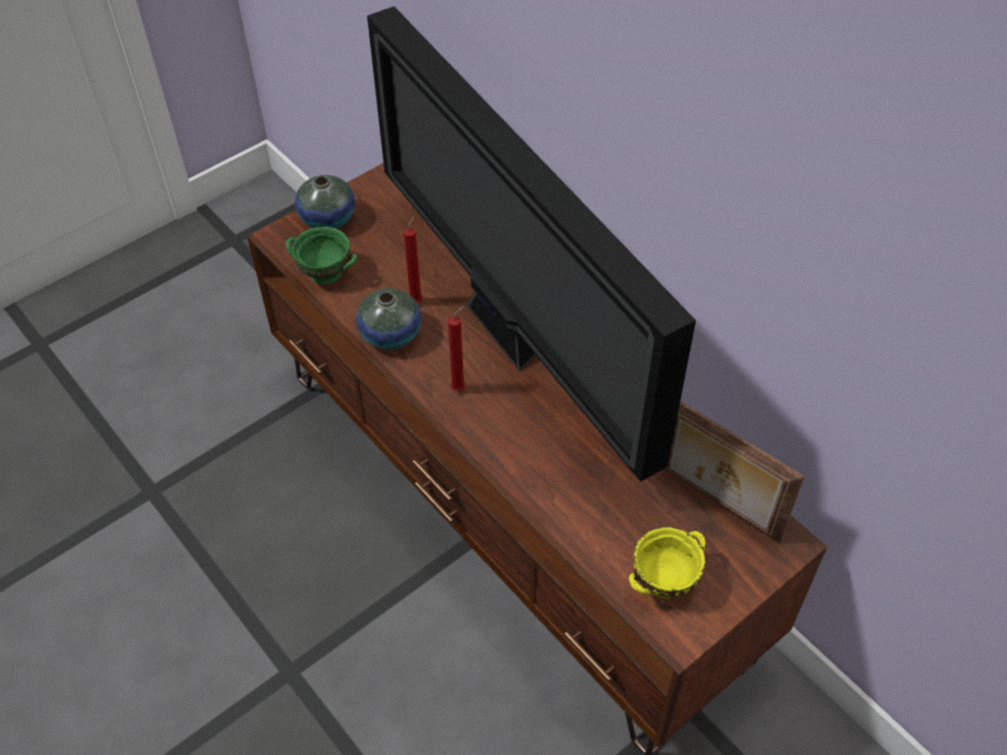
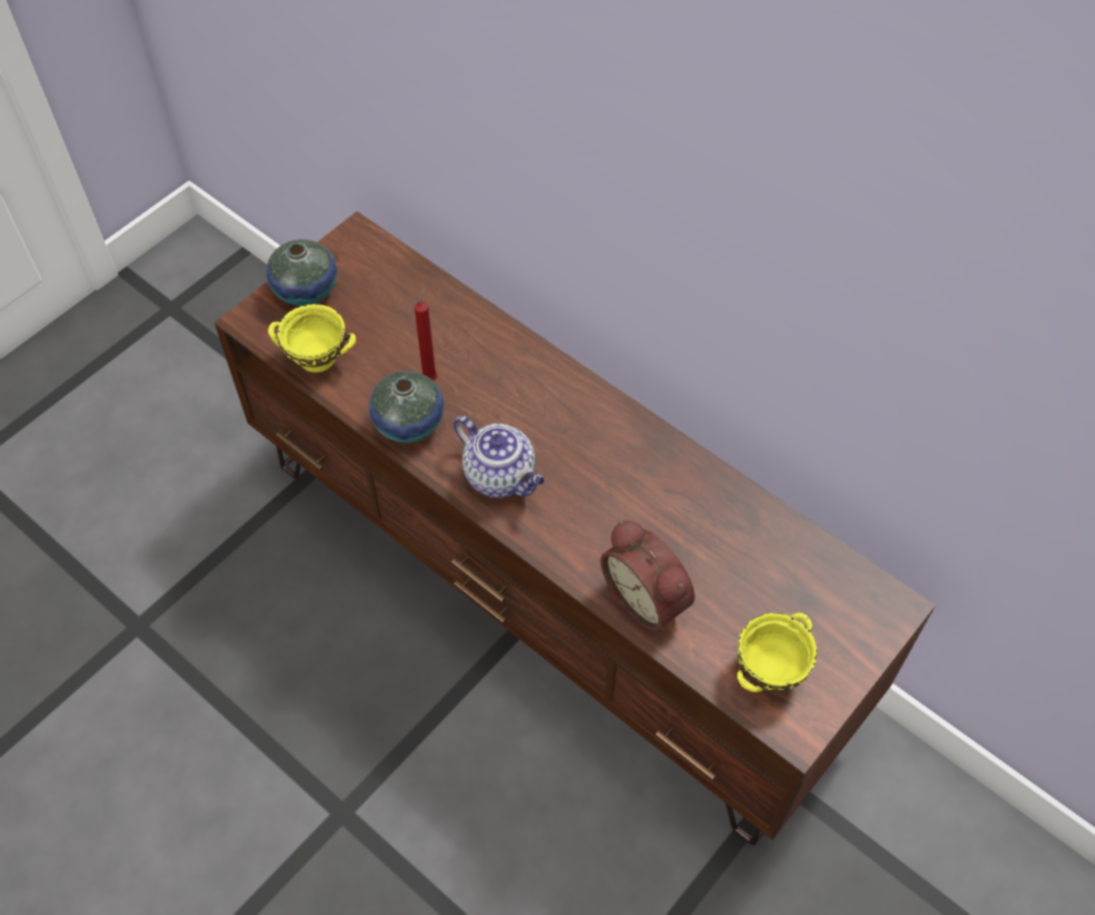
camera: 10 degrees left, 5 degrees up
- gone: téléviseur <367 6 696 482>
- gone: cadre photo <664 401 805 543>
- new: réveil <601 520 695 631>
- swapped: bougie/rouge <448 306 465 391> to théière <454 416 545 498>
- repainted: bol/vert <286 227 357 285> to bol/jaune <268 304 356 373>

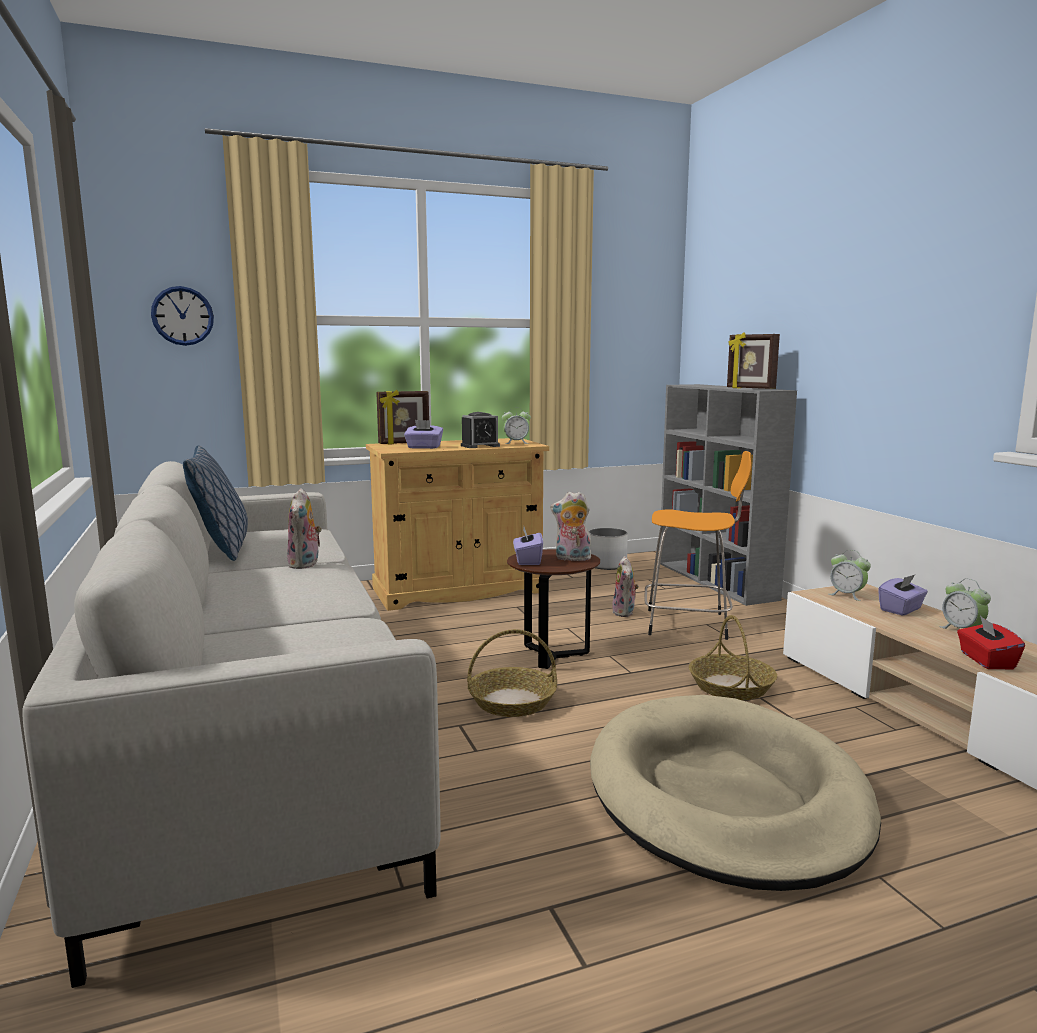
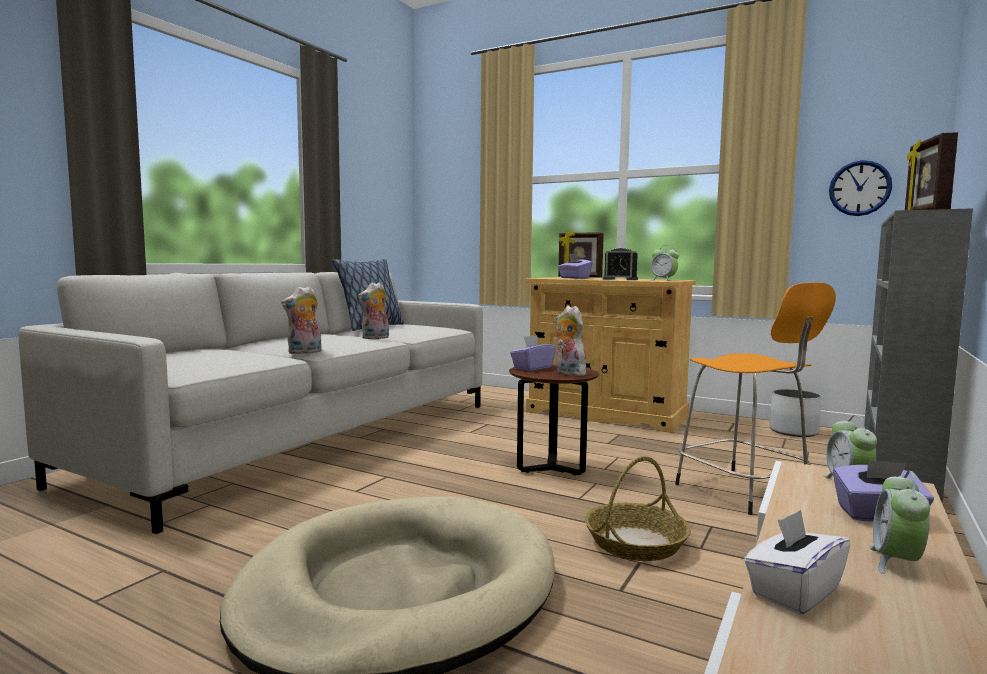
camera: 50 degrees right, 5 degrees down
- gone: panier <467 629 557 717>
- shifted: horloge murale <151 286 214 346> to <829 160 892 216>
- shifted: peluche <612 556 639 617> to <281 286 322 354>
- repainted: boîte à mouchoirs/rouge <957 616 1025 669> to boîte à mouchoirs/blanc <744 510 850 615>

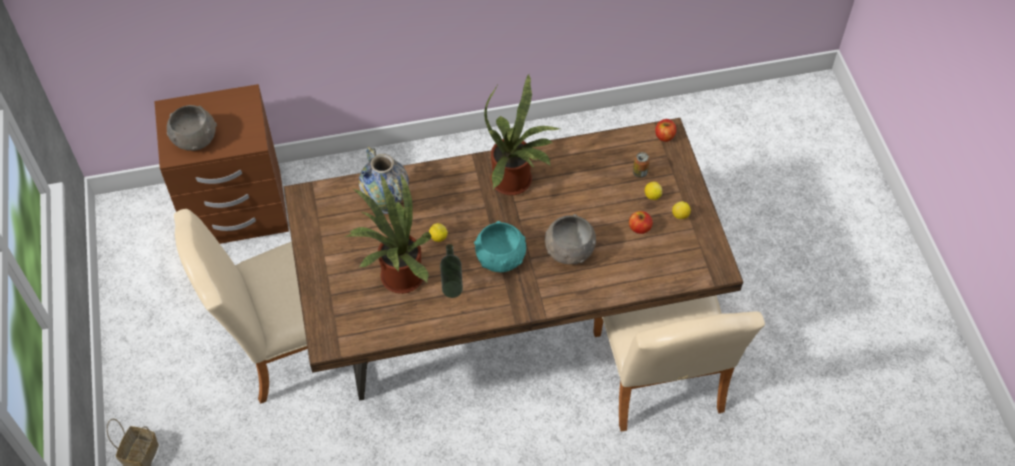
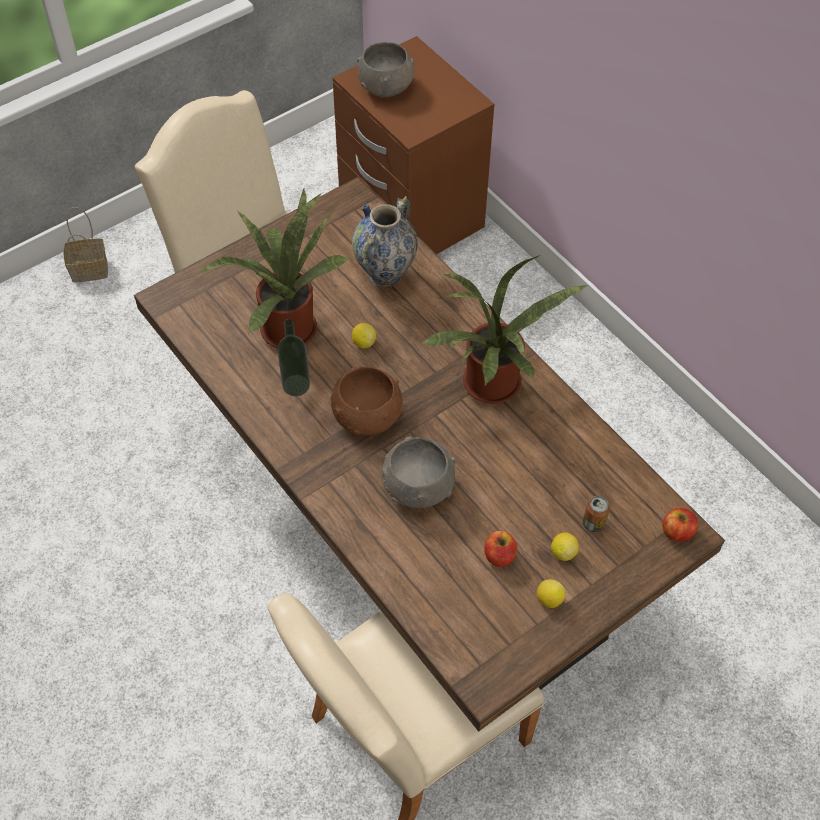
camera: 65 degrees right, 0 degrees up
- repainted: bol/turquoise <474 221 526 272> to bol/marron <331 367 404 436>

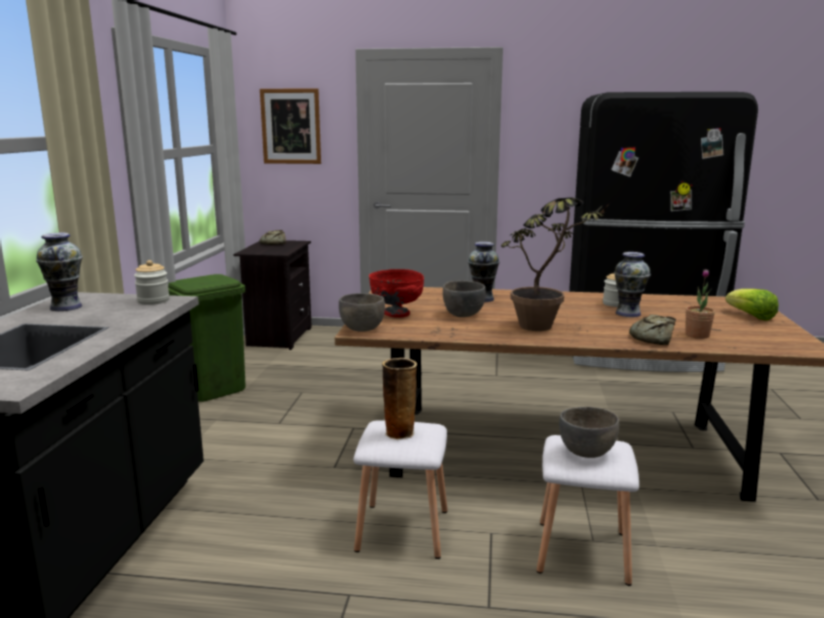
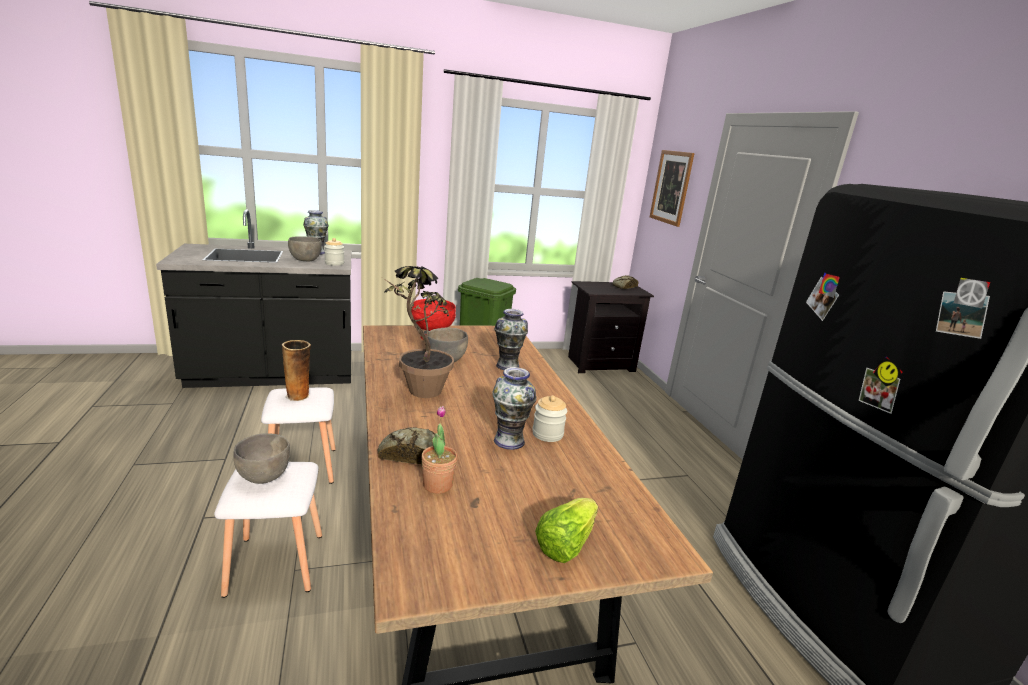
camera: 65 degrees right, 5 degrees up
- shifted: bol/gris <339 293 385 332> to <288 236 322 261>

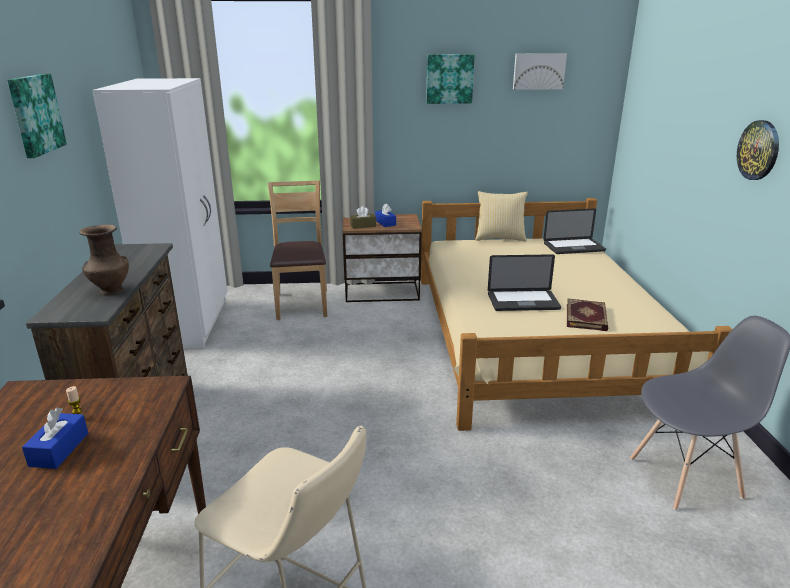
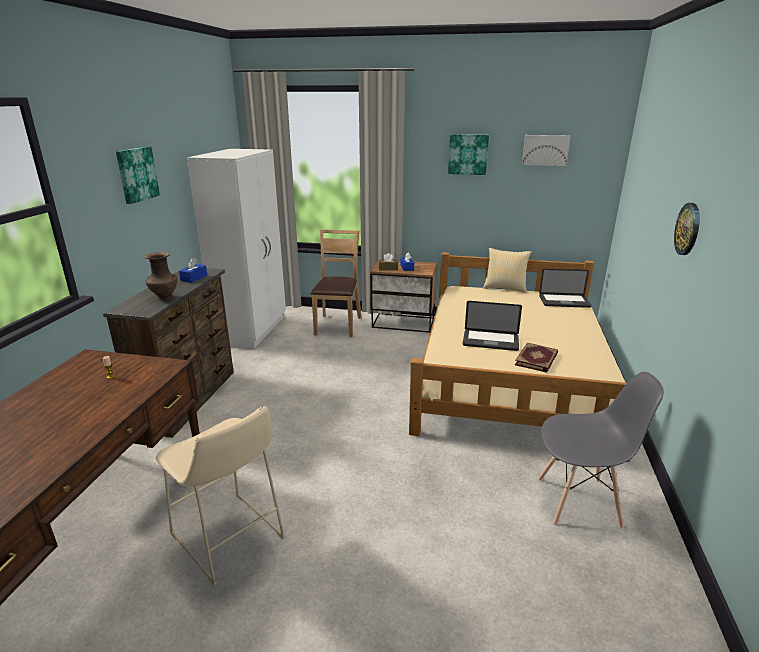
camera: 15 degrees right, 0 degrees up
- shifted: boîte à mouchoirs/bleu <22 407 88 469> to <179 258 207 283>

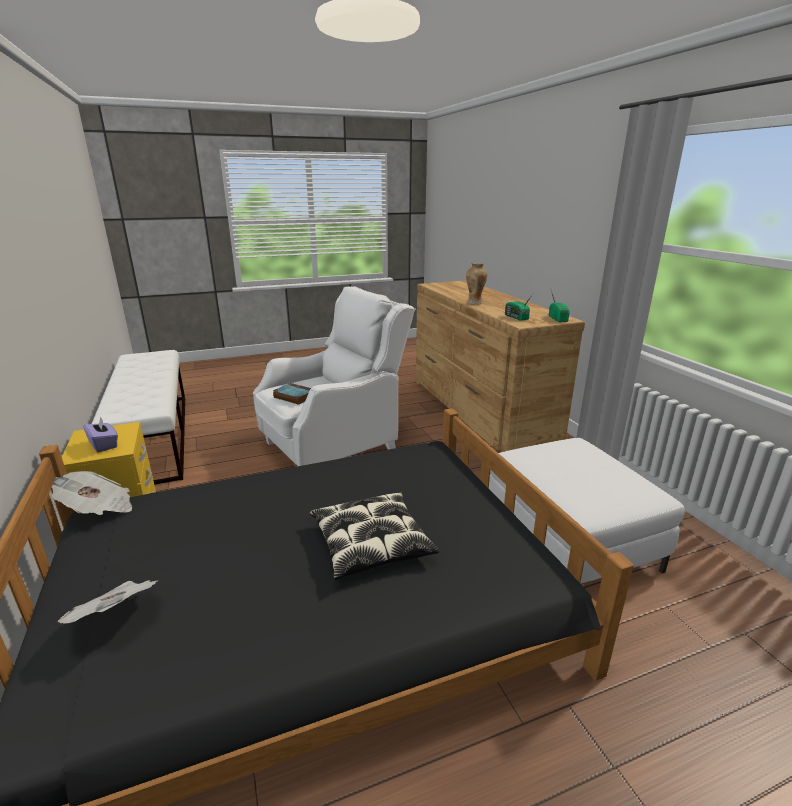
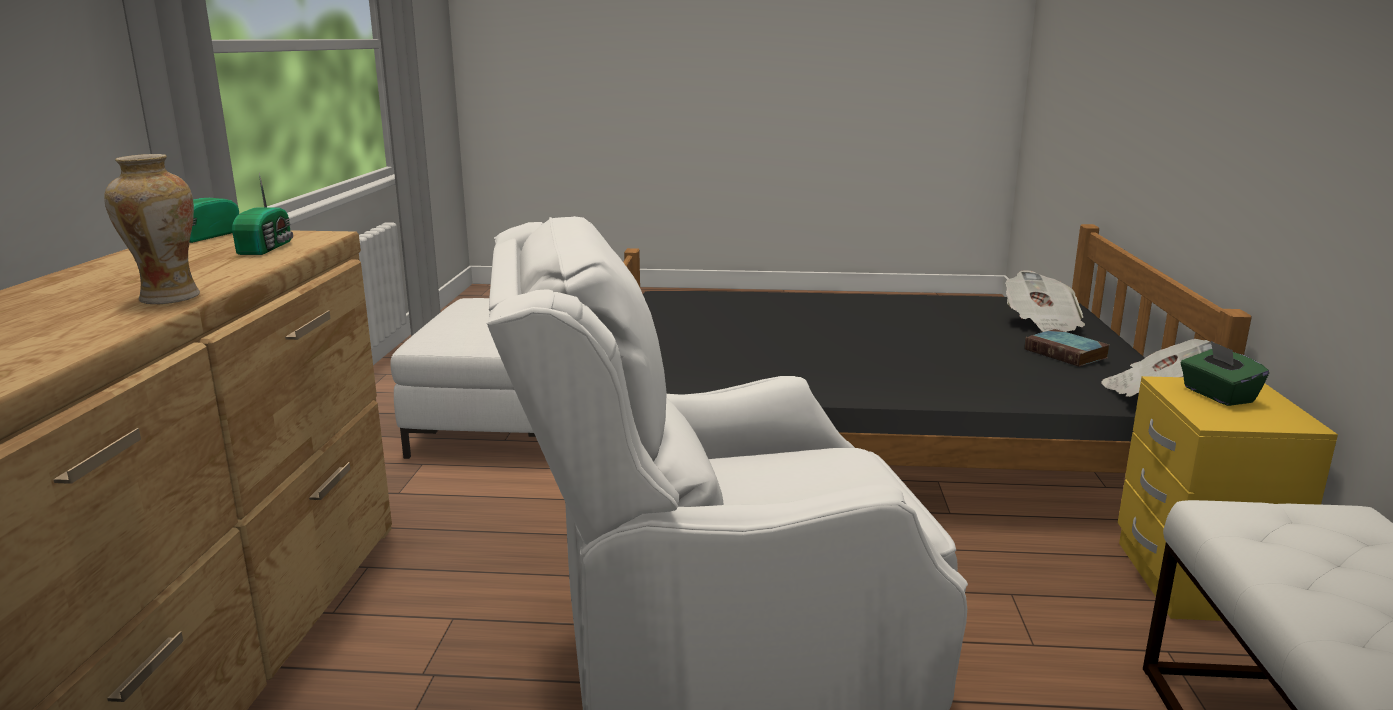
camera: 155 degrees left, 5 degrees down
- gone: coussin <310 492 439 580>
- shifted: livre <273 383 311 405> to <1024 329 1109 367>
- repainted: boîte à mouchoirs/violet <83 416 118 453> to boîte à mouchoirs/vert <1181 341 1269 406>

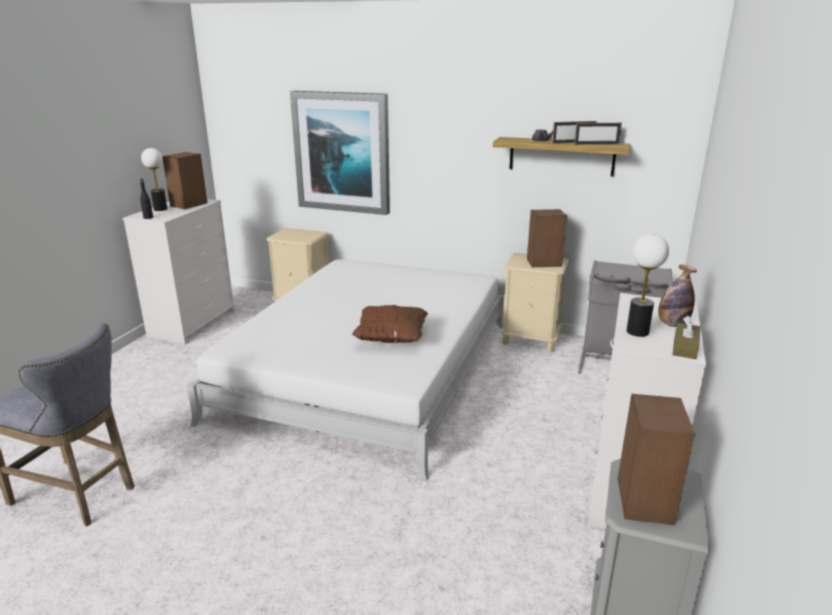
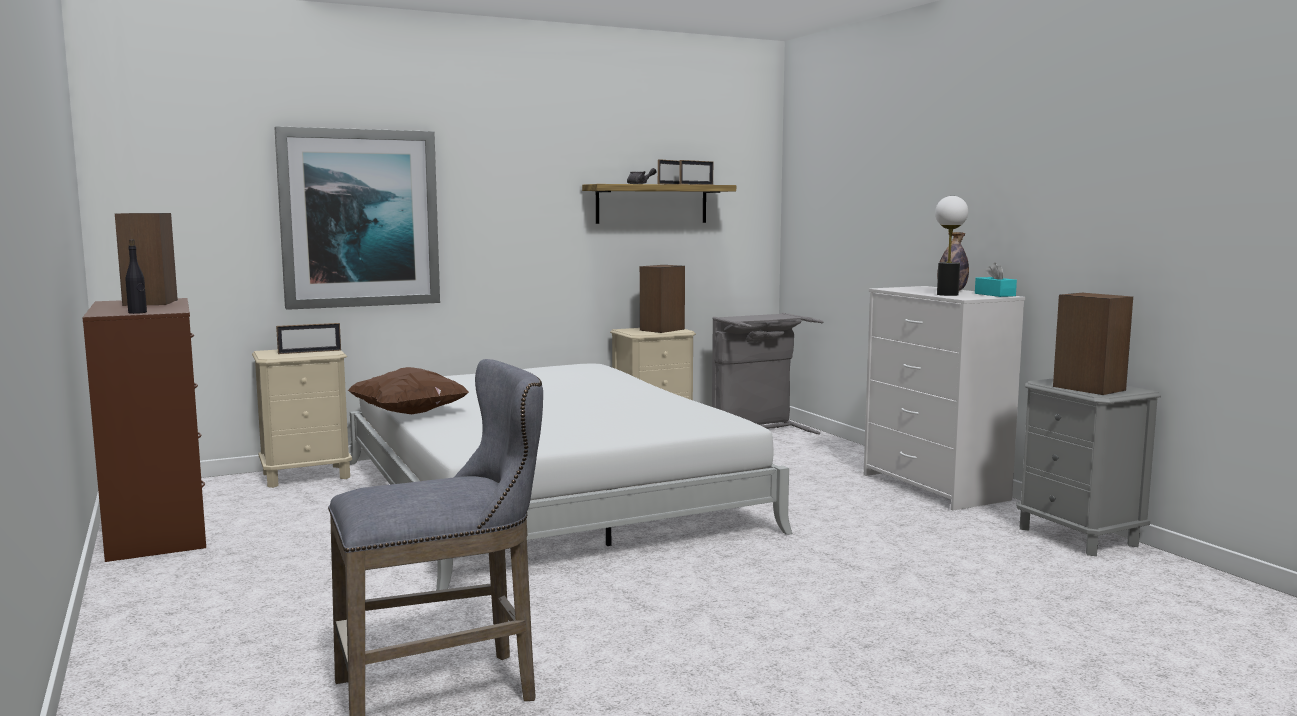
camera: 45 degrees left, 15 degrees down
- gone: lampe de table <141 148 168 211>
- new: cadre photo <276 323 341 354>
- shifted: coussin/marron <352 305 428 343> to <347 367 469 414>
- repainted: commode/blanc <123 199 235 344> to commode/marron <82 298 206 562>
- repainted: boîte à mouchoirs/marron <672 316 700 359> to boîte à mouchoirs/turquoise <975 263 1017 297>

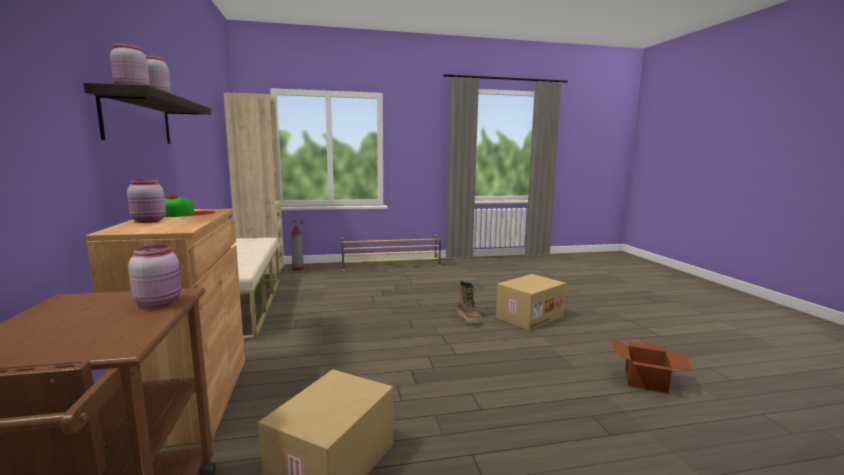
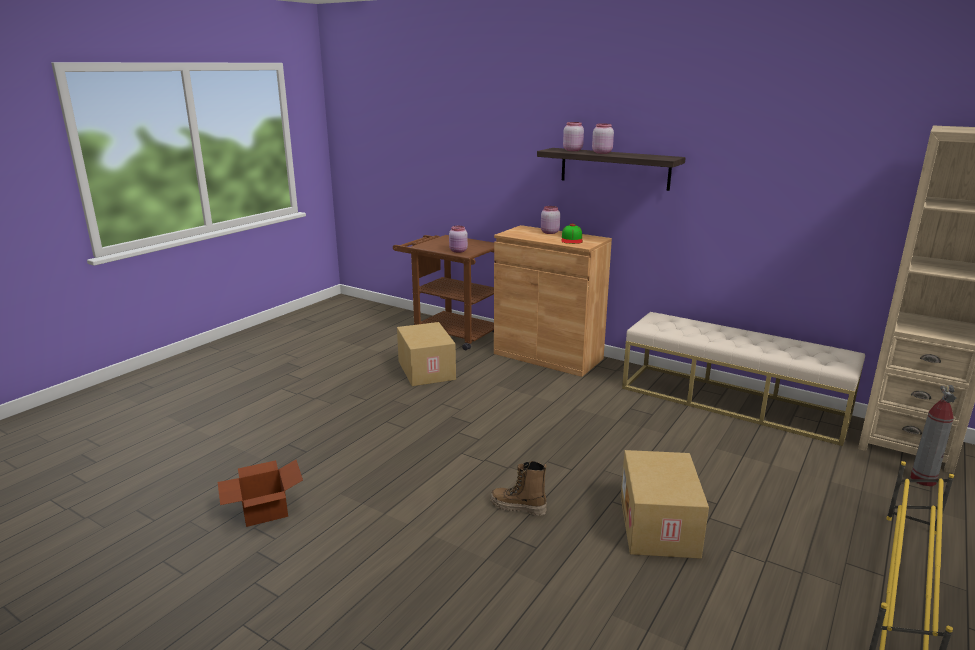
camera: 135 degrees right, 10 degrees up
- shifted: carton <496 274 566 331> to <621 450 709 559>

